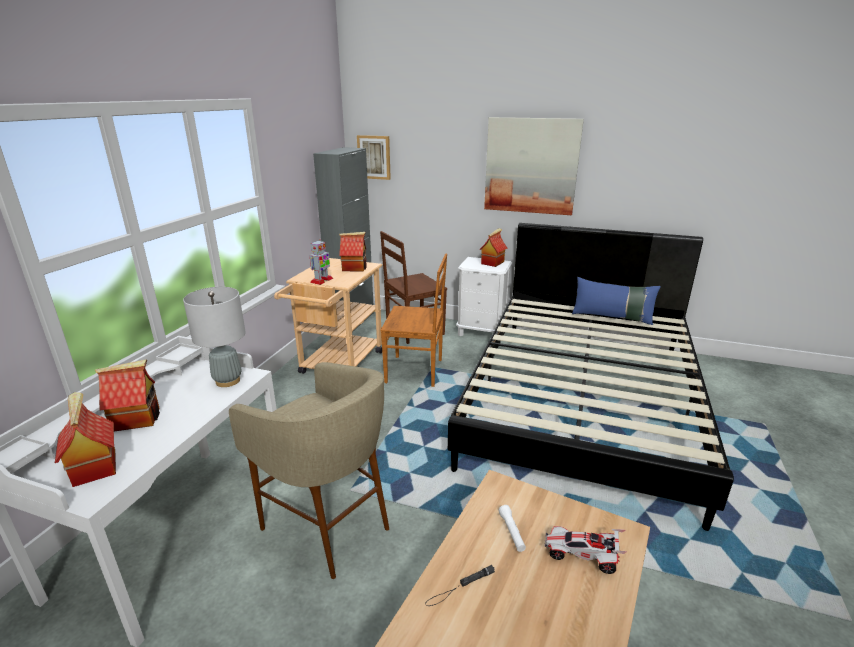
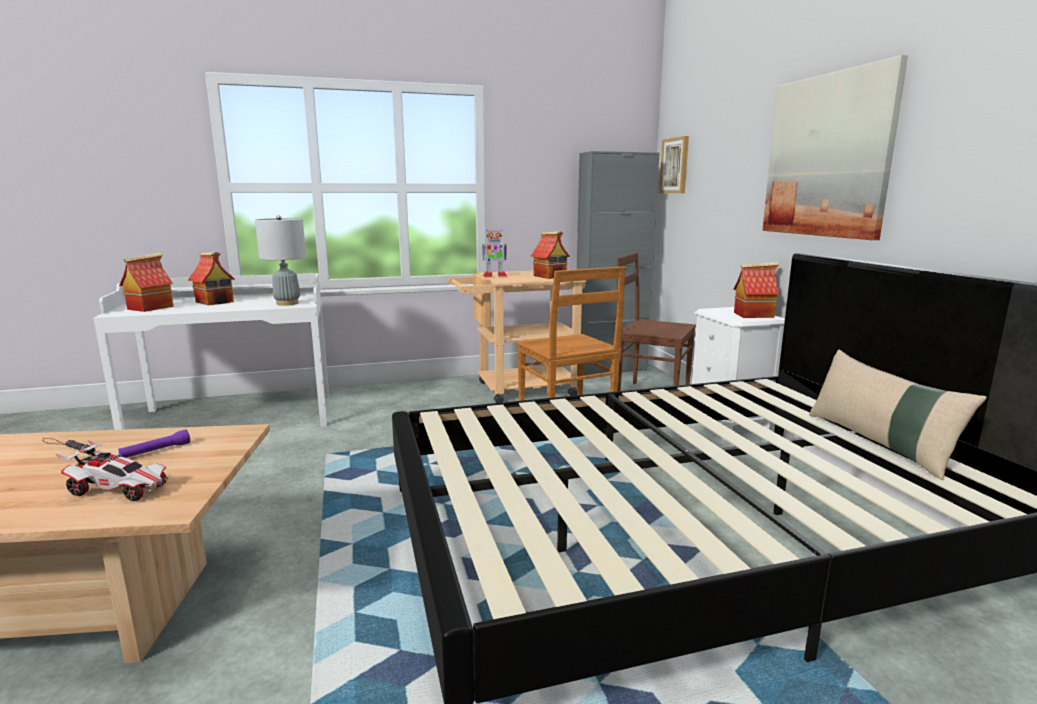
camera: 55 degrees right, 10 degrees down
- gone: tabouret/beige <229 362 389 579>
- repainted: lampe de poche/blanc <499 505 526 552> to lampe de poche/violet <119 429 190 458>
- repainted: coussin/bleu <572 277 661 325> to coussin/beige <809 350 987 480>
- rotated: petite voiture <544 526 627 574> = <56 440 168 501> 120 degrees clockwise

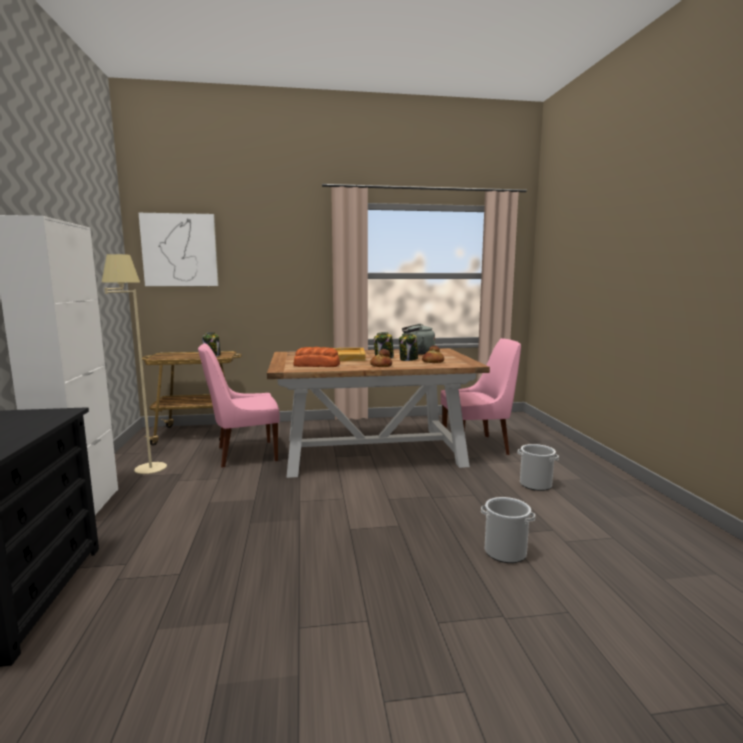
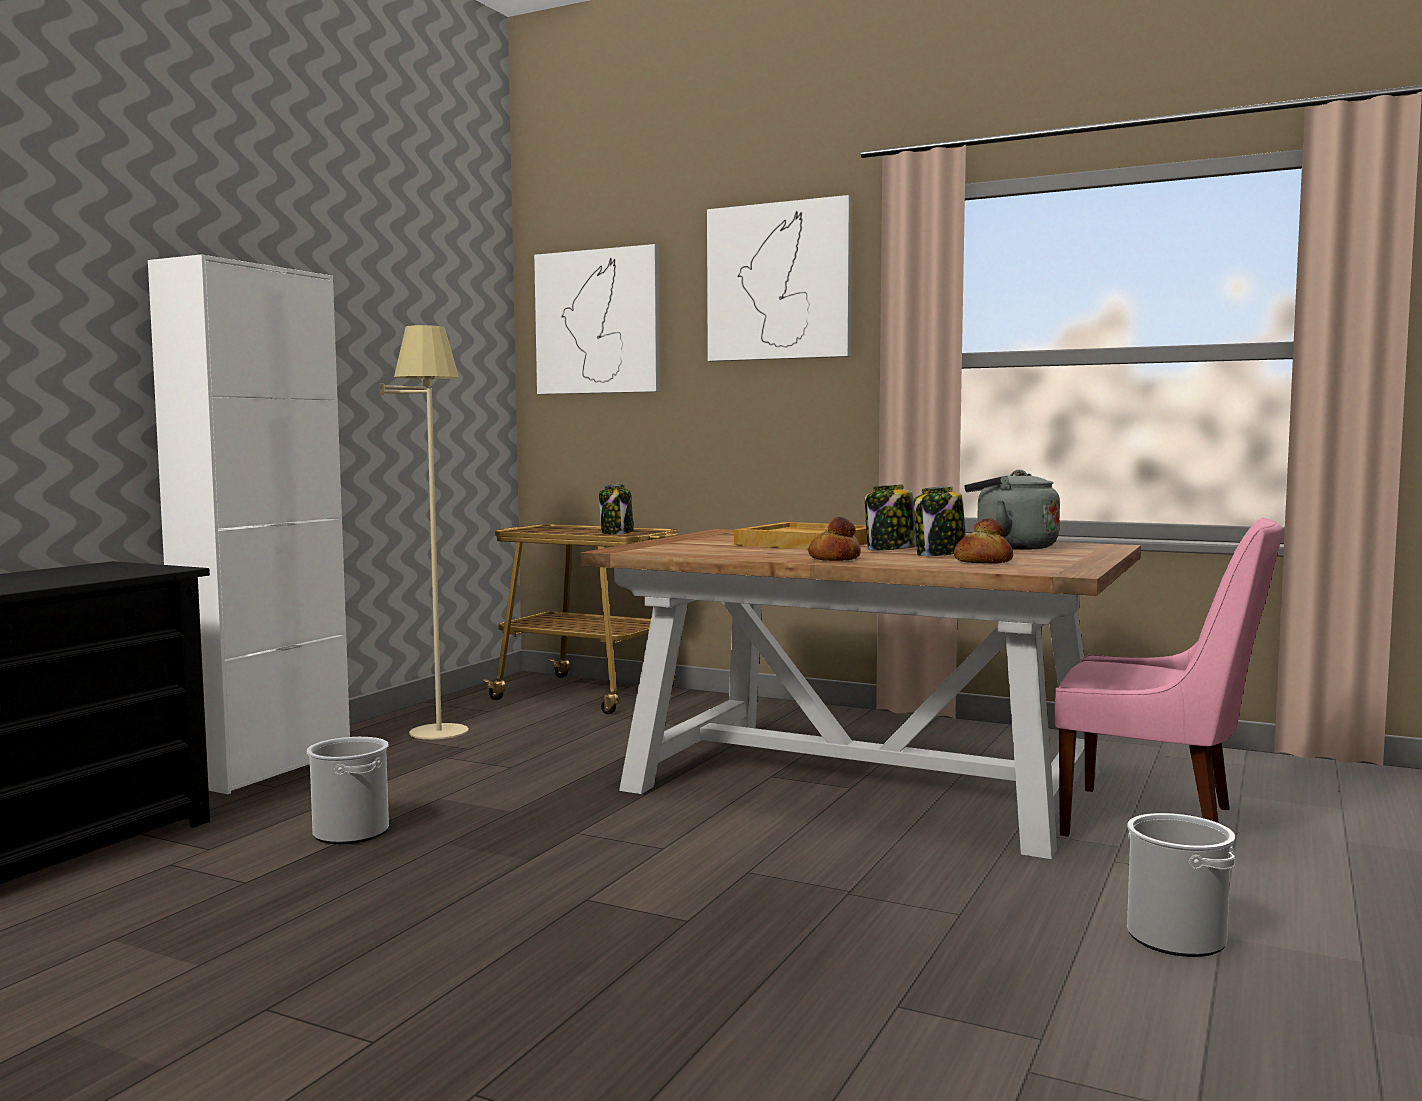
camera: 35 degrees right, 5 degrees down
- gone: chaise/rose <198 343 280 468>
- gone: pain <294 347 340 367>
- new: tableau <707 195 852 361>
- shifted: seau <481 497 535 563> to <307 737 389 844>

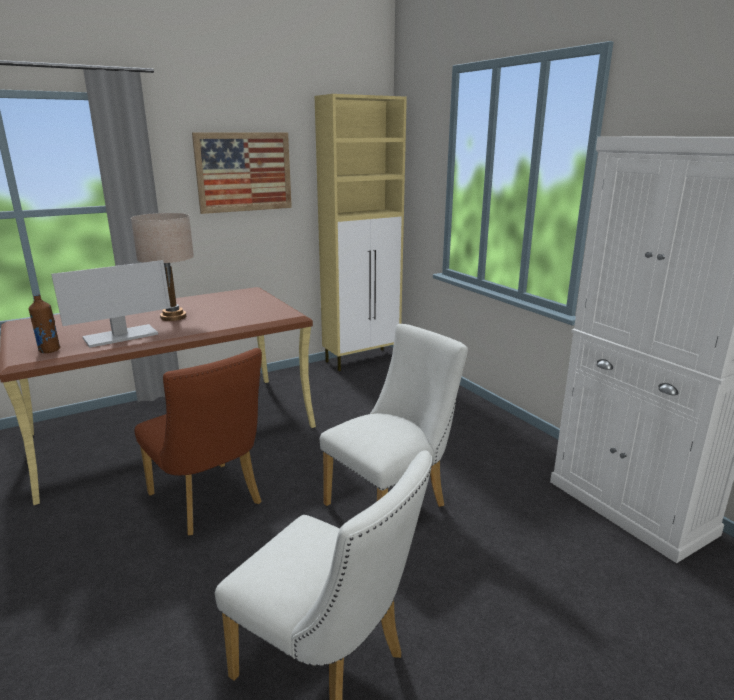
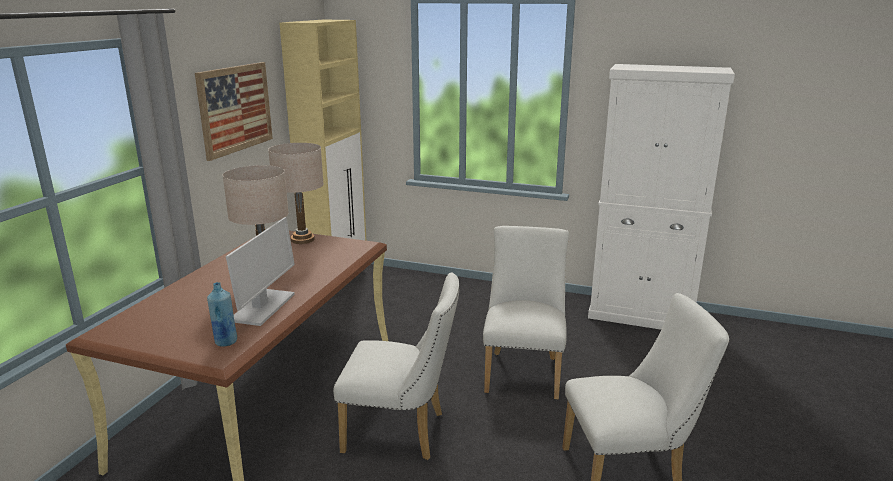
camera: 40 degrees left, 0 degrees up
- new: lampe de table/beige <268 143 324 244>
- repainted: bouteille/marron <29 294 60 353> to bouteille/bleu <207 282 237 347>
- repainted: chaise/marron <134 348 262 536> to chaise/blanc <333 272 460 460>

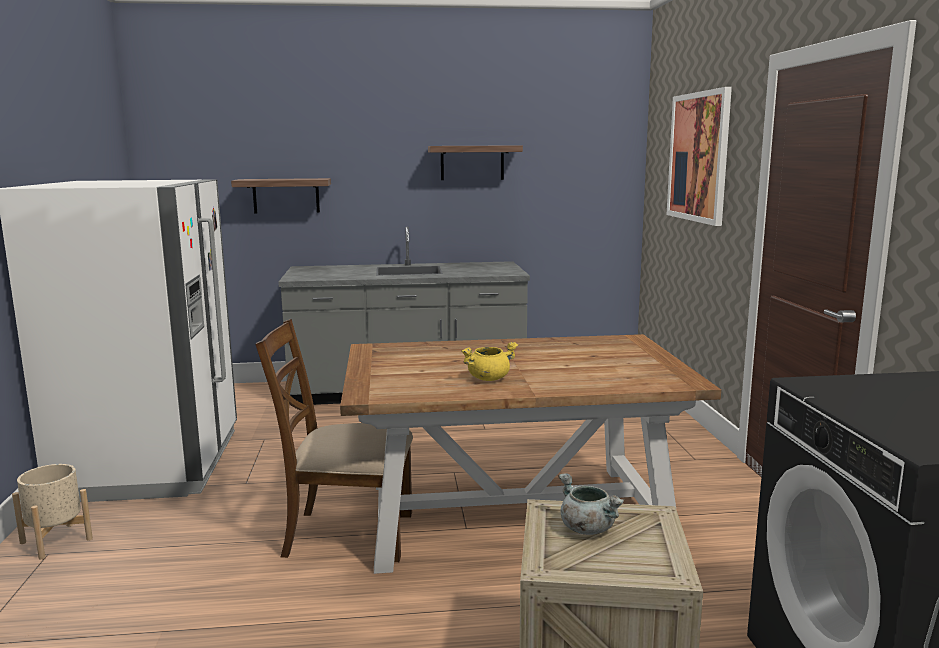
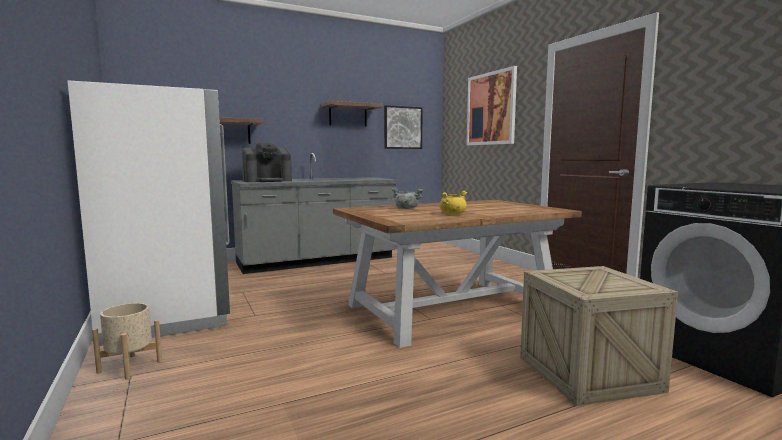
camera: 20 degrees left, 5 degrees down
- gone: chaise/marron <255 319 413 562>
- new: machine à café <242 143 292 182>
- new: tableau <384 105 423 149>
- shifted: marmite/gris <558 473 624 535> to <391 188 423 209>

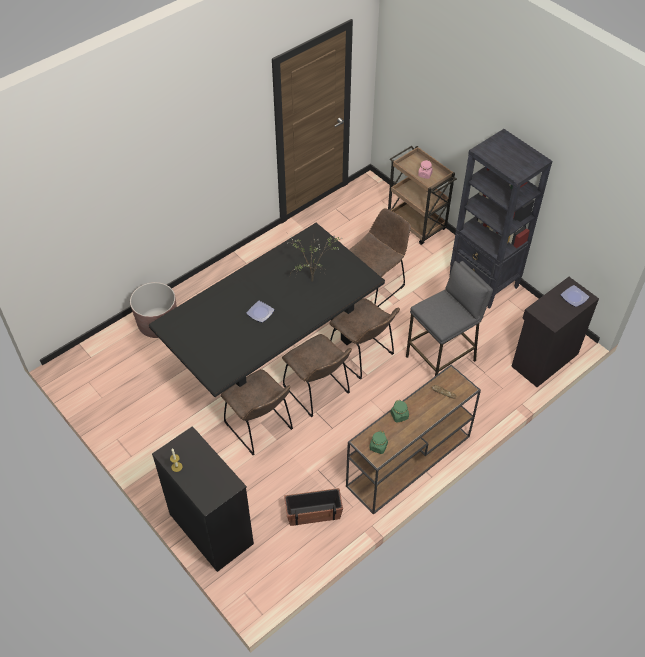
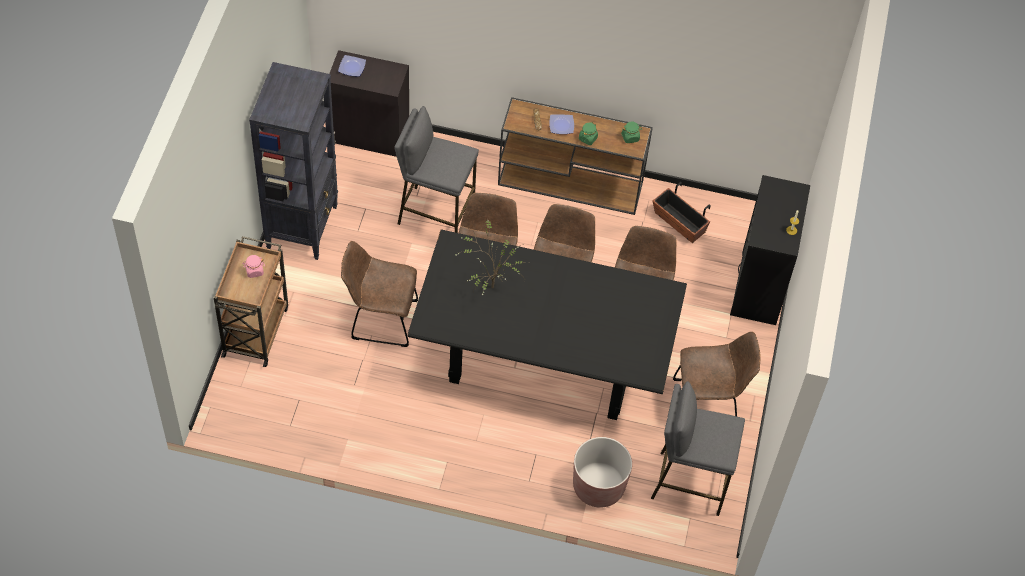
camera: 130 degrees left, 5 degrees up
- new: tabouret/gris <651 381 745 516>
- new: chaise/marron <673 332 760 416>
- shifted: assiette <246 301 275 322> to <549 115 574 134>

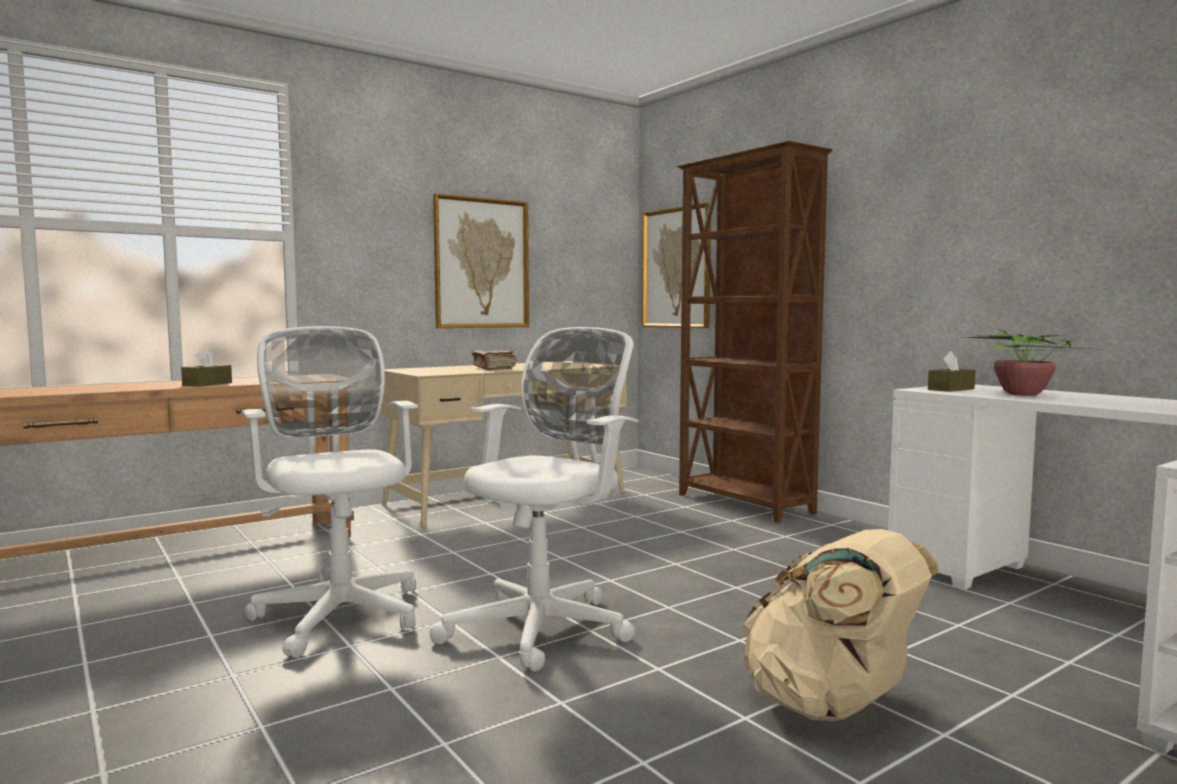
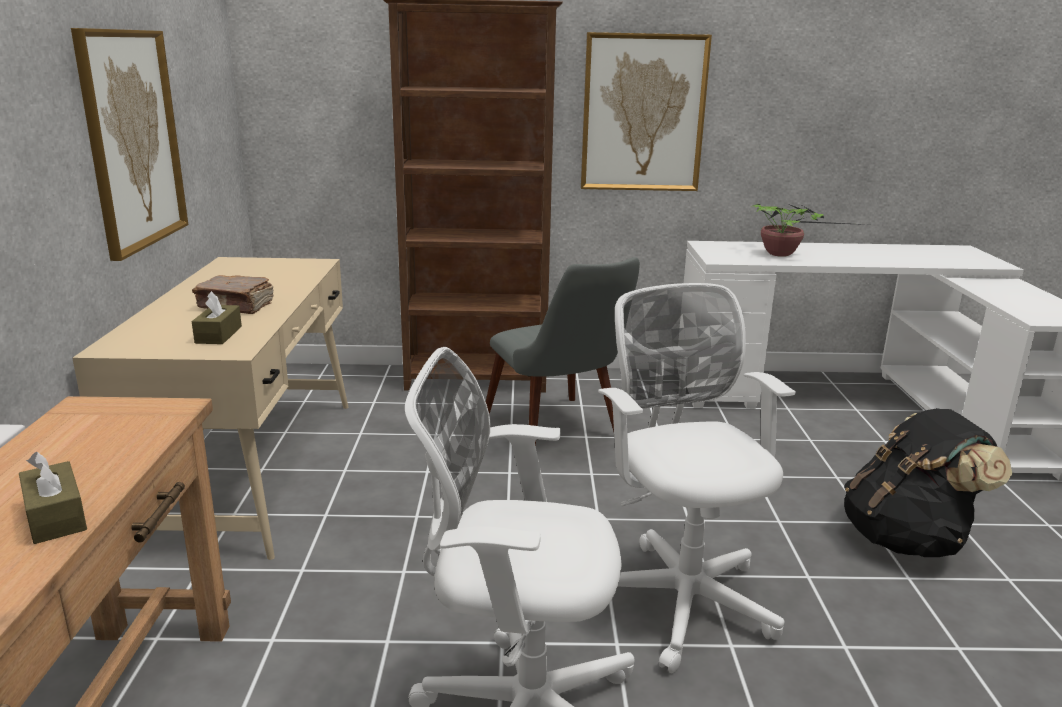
camera: 55 degrees left, 15 degrees up
- new: chaise/gris <486 257 640 446>
- shifted: tableau <642 202 711 328> to <581 32 712 191>
- shifted: boîte à mouchoirs/marron <928 351 975 392> to <192 291 242 344>
- repainted: sac à dos/beige <742 529 939 721> to sac à dos/noir <844 408 1012 557>

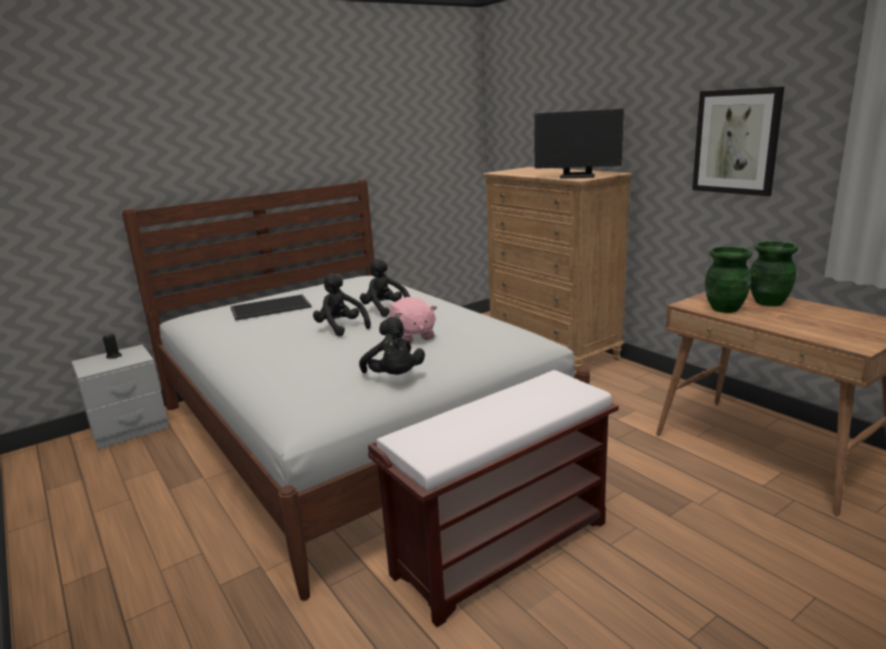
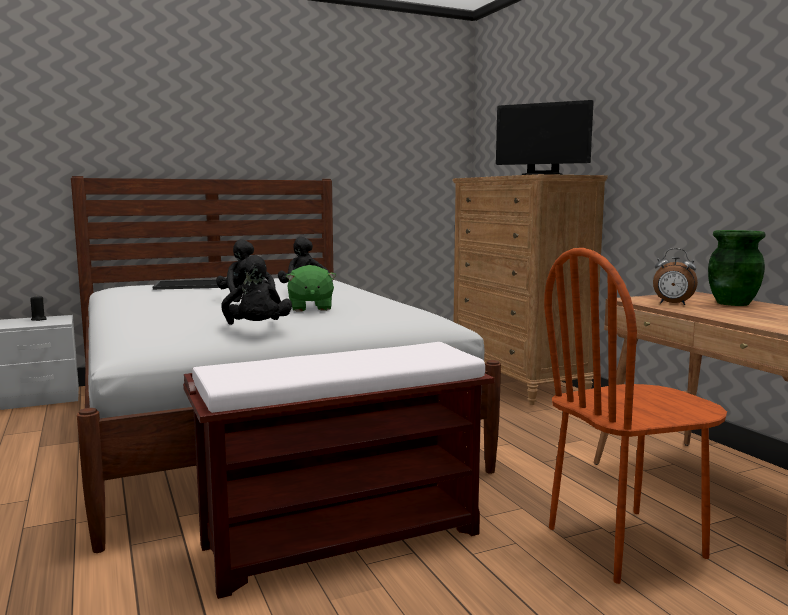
camera: 10 degrees right, 10 degrees down
- gone: tableau <692 87 784 196>
- new: chaise/marron <544 248 727 584>
- swapped: vase/vert <705 246 753 313> to réveil <653 248 698 305>
- repainted: peluche/rose <389 297 437 343> to peluche/vert <286 265 337 312>

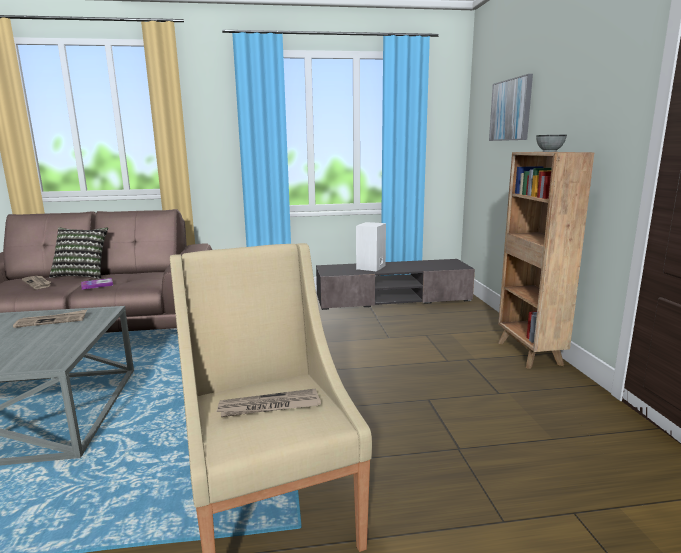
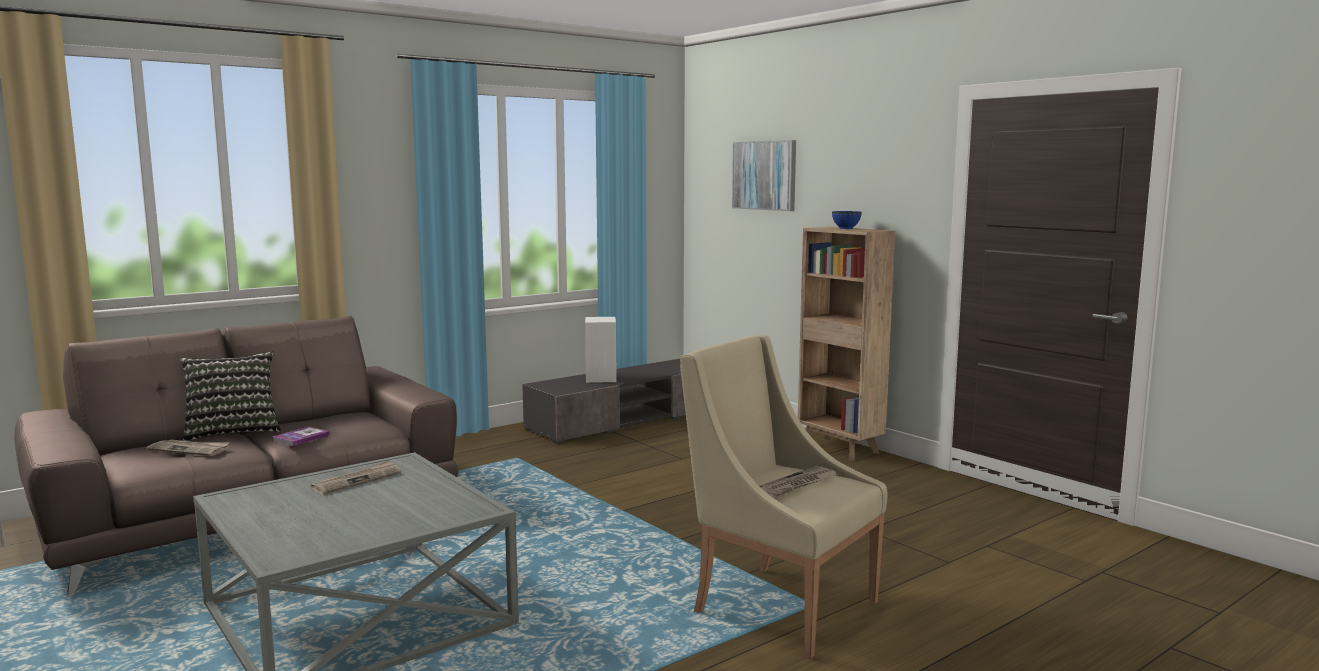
camera: 30 degrees left, 5 degrees down
- repainted: bol/gris <536 135 567 152> to bol/bleu <832 211 862 229>

